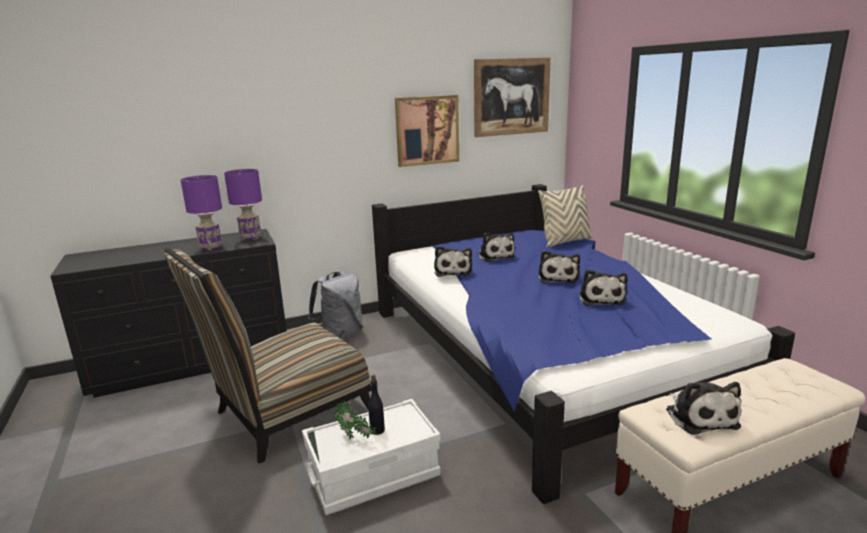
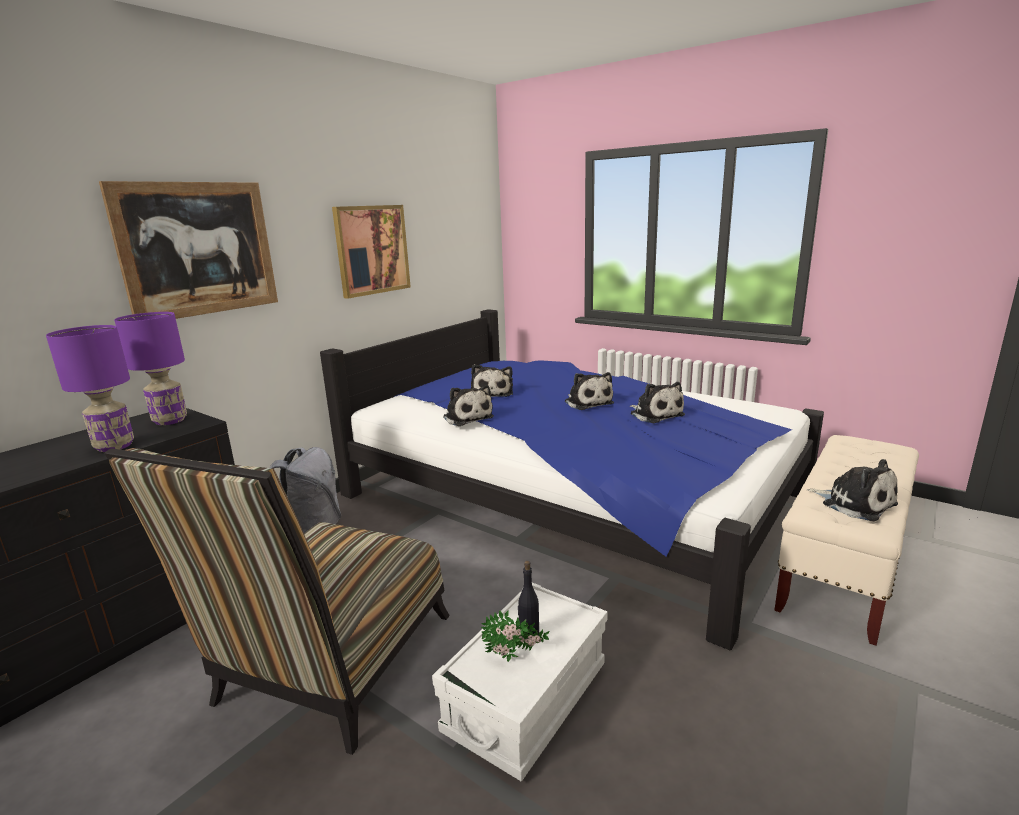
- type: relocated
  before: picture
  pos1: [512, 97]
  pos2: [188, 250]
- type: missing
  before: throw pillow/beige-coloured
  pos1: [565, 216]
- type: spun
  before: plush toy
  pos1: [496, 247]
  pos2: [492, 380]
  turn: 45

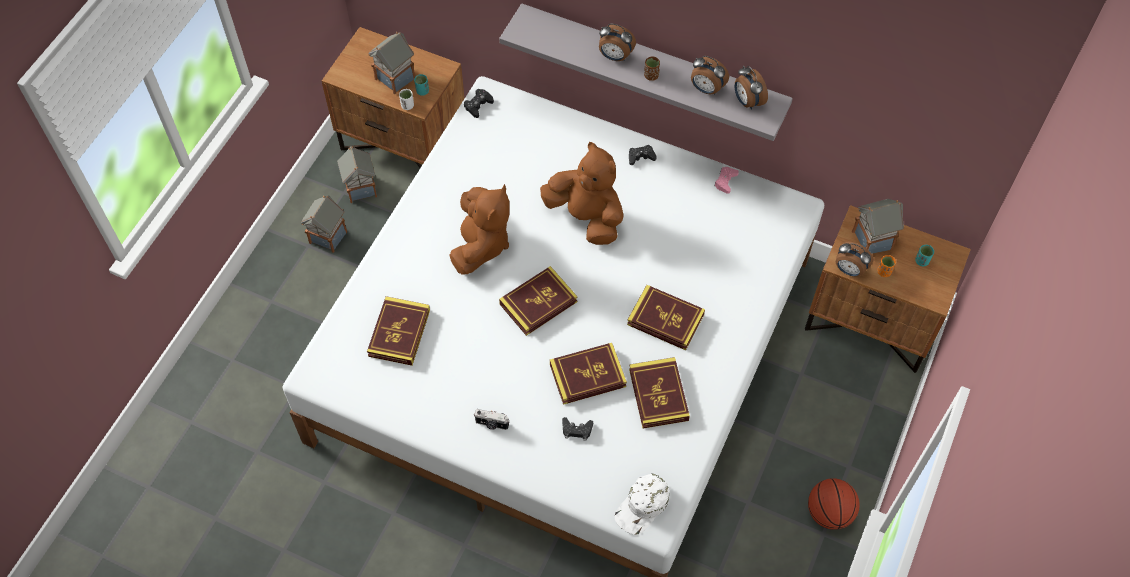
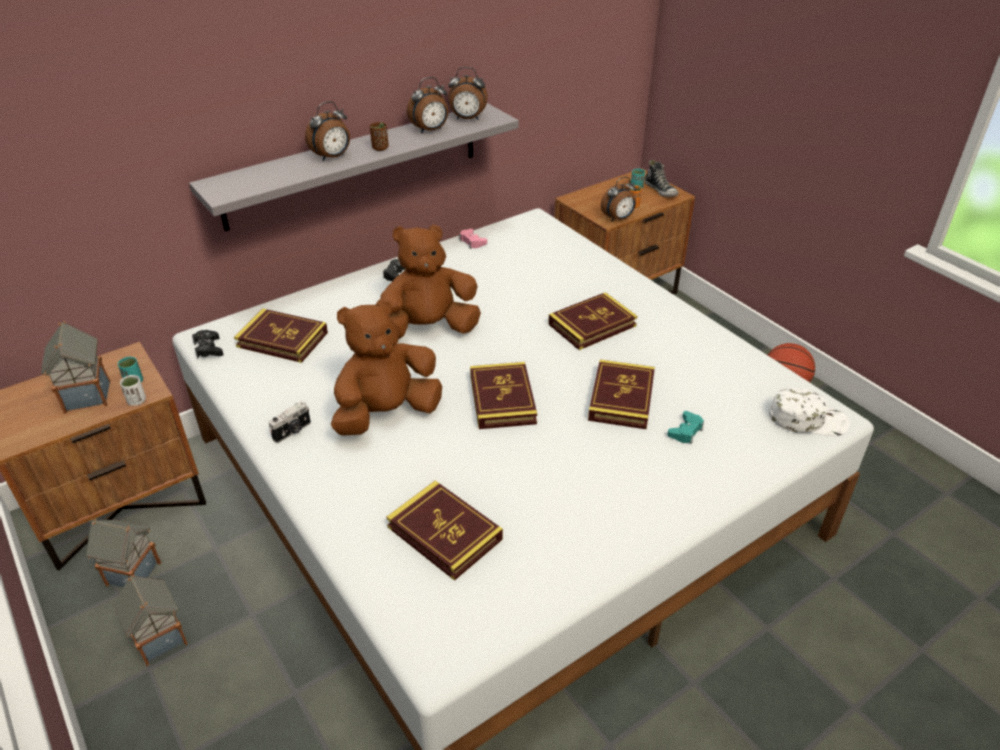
- type: spun
  before: plush toy/brownish
  pos1: [479, 229]
  pos2: [386, 367]
  turn: -75
- type: missing
  before: miniature house
  pos1: [878, 226]
- type: relocated
  before: bound book
  pos1: [659, 392]
  pos2: [281, 336]
- type: relocated
  before: still camera
  pos1: [492, 419]
  pos2: [290, 422]
- type: colour
  before: game controller/blackish
  after: game controller/turquoise-coloured
  pos1: [577, 429]
  pos2: [685, 427]
- type: spun
  before: cap/white
  pos1: [642, 504]
  pos2: [809, 411]
  turn: -60
- type: appeared
  after: shoe
  pos2: [662, 178]

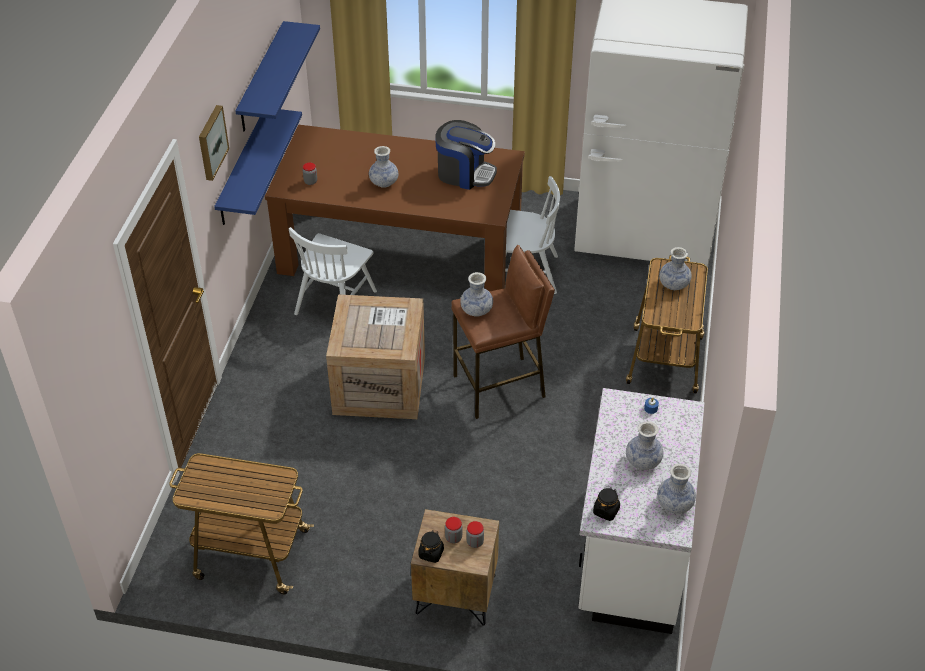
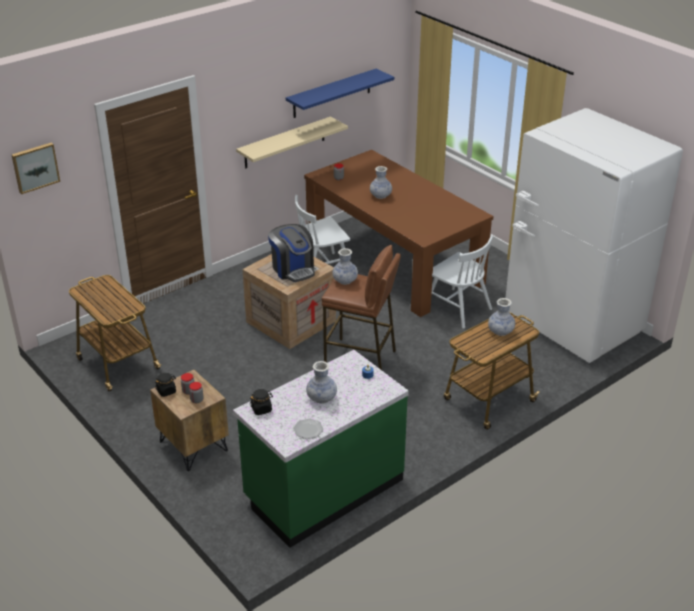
- type: relocated
  before: picture
  pos1: [214, 143]
  pos2: [35, 168]
- type: colour
  before: bracket shelf/blue-coloured
  after: bracket shelf/beige-coloured
  pos1: [258, 167]
  pos2: [292, 142]
- type: relocated
  before: coffee machine
  pos1: [466, 155]
  pos2: [291, 253]
- type: colour
  before: counter/white
  after: counter/green
  pos1: [641, 511]
  pos2: [321, 449]
- type: exchanged
  before: vase
  after: dinner plate
  pos1: [676, 489]
  pos2: [308, 429]

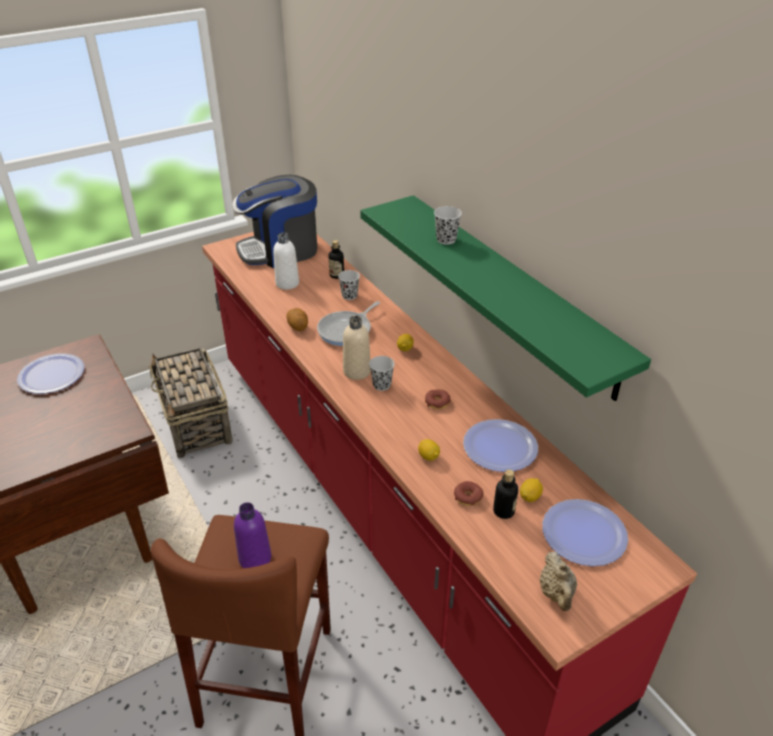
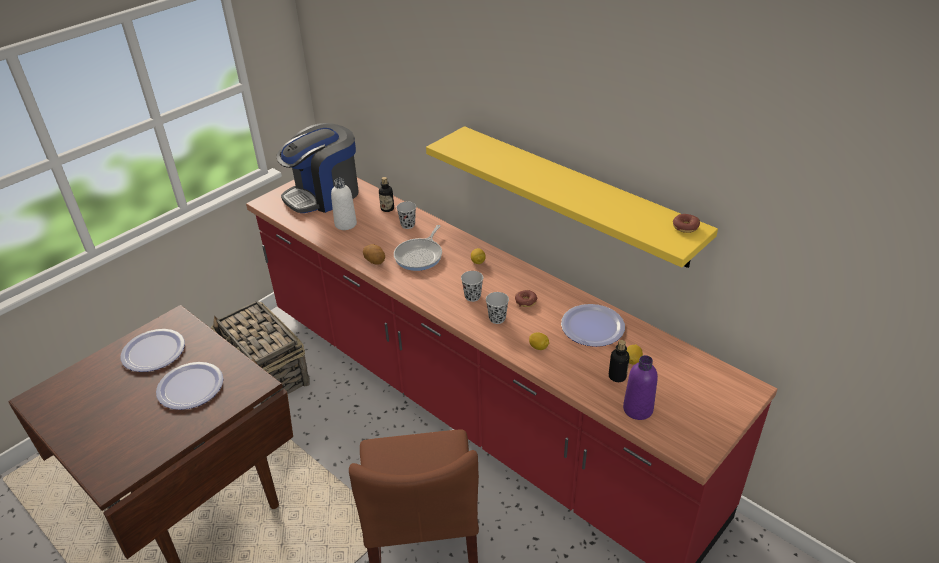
- type: colour
  before: bracket shelf/green
  after: bracket shelf/yellow-coloured
  pos1: [505, 298]
  pos2: [572, 197]
- type: relocated
  before: cup/blackish
  pos1: [448, 225]
  pos2: [497, 308]
- type: missing
  before: beverage bottle/beige-coloured
  pos1: [357, 348]
- type: relocated
  before: doughnut
  pos1: [468, 493]
  pos2: [686, 223]
- type: relocated
  before: dinner plate
  pos1: [585, 532]
  pos2: [189, 386]
- type: relocated
  before: beverage bottle/purple-coloured
  pos1: [252, 535]
  pos2: [640, 387]
- type: missing
  before: pot for tea/beige-coloured
  pos1: [558, 581]

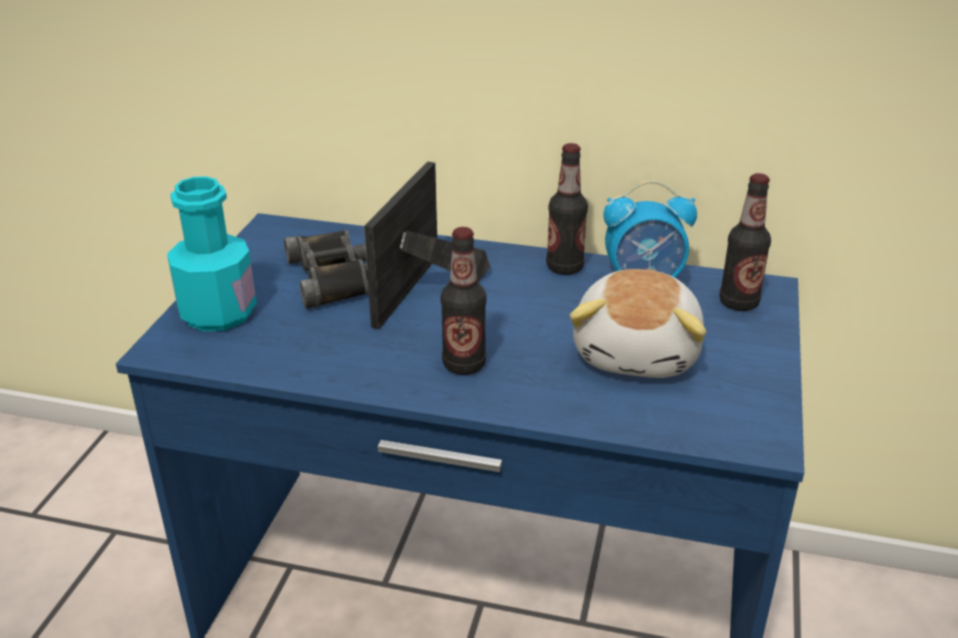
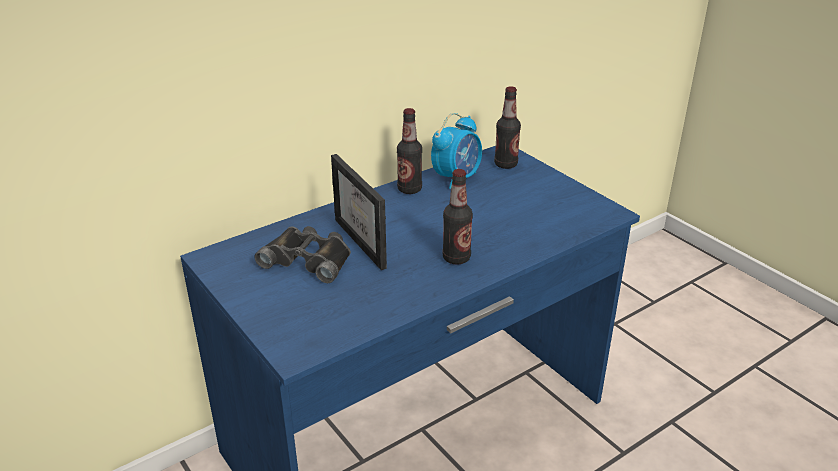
- type: missing
  before: beverage bottle/turquoise-coloured
  pos1: [212, 253]
- type: missing
  before: plush toy
  pos1: [638, 323]

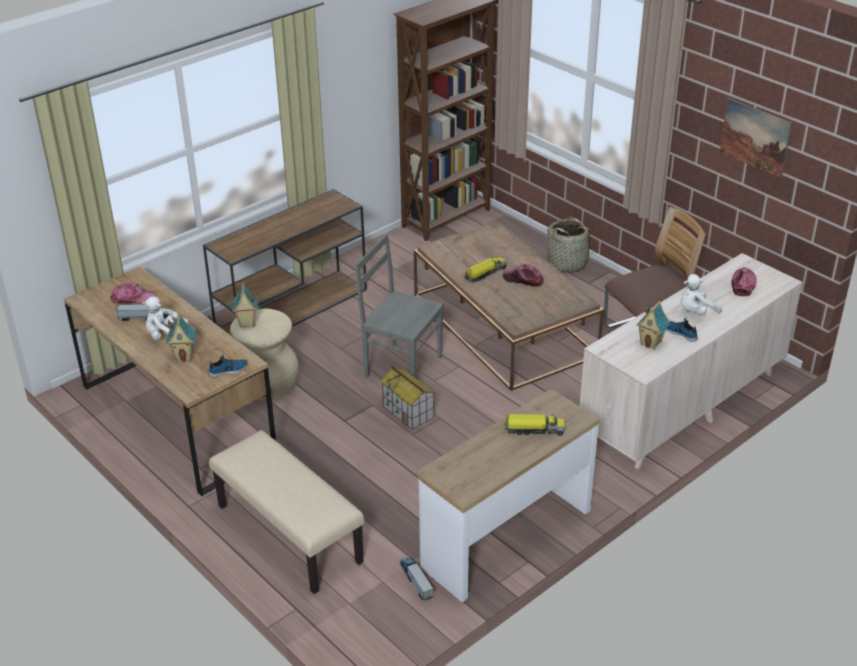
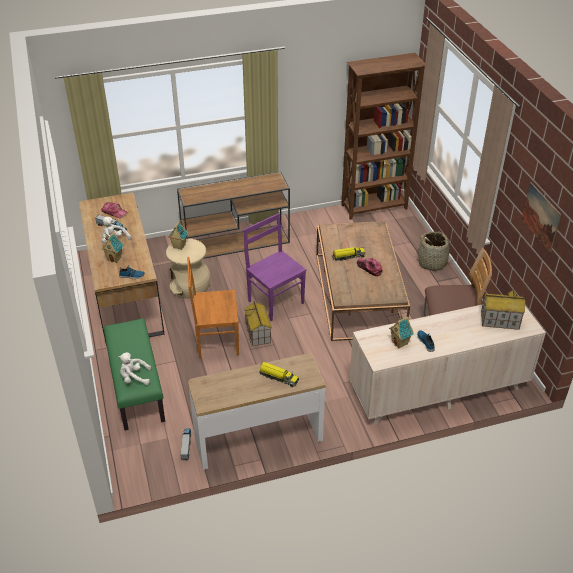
- type: colour
  before: plain chair/greyish
  after: plain chair/purple-coloured
  pos1: [399, 306]
  pos2: [275, 267]
- type: exchanged
  before: cap
  after: miniature house
  pos1: [743, 281]
  pos2: [503, 310]
- type: relocated
  before: plush toy/white
  pos1: [701, 294]
  pos2: [134, 368]
- type: colour
  before: bench/beige-coloured
  after: bench/green
  pos1: [286, 512]
  pos2: [134, 374]
- type: appeared
  after: plain chair/brownish
  pos2: [213, 308]

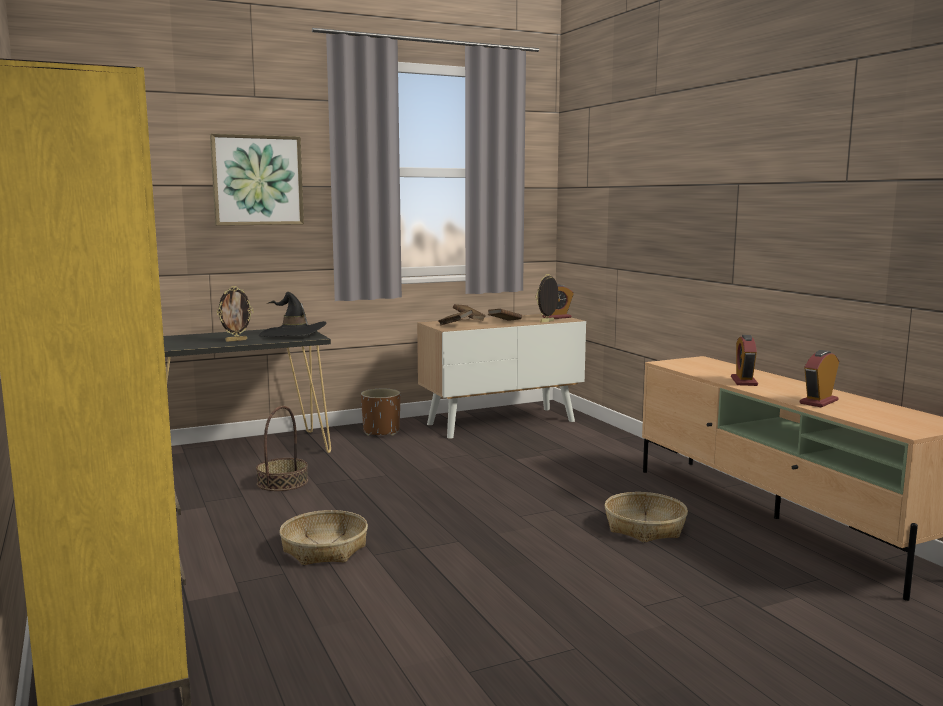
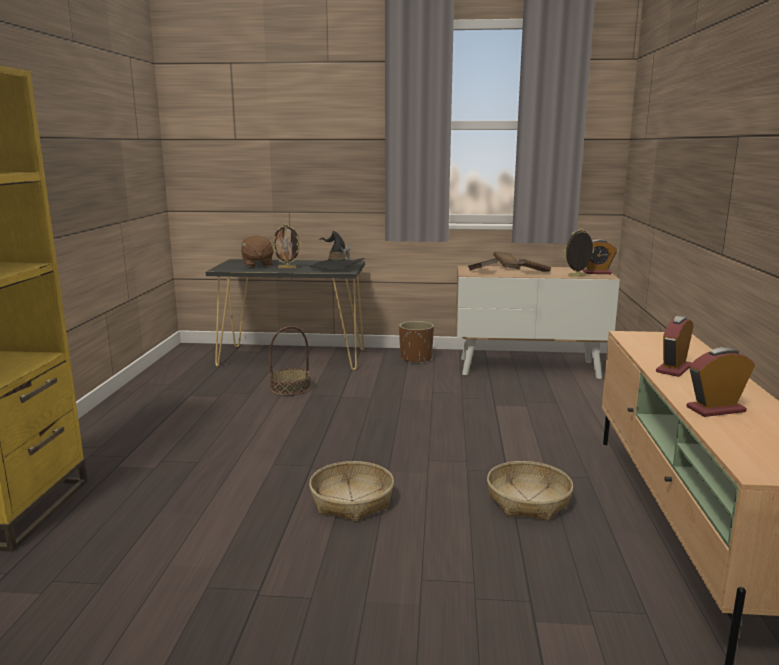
- type: missing
  before: picture
  pos1: [257, 180]
- type: relocated
  before: storage basket
  pos1: [324, 537]
  pos2: [351, 491]
- type: appeared
  after: plush toy/brownish
  pos2: [257, 251]

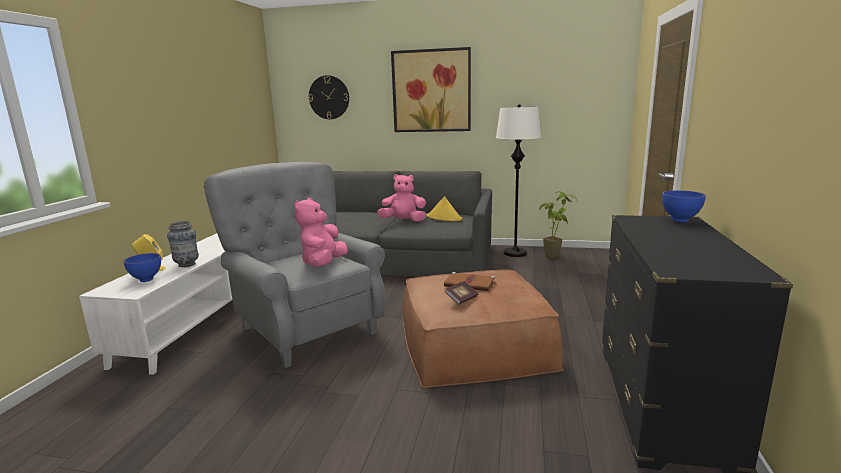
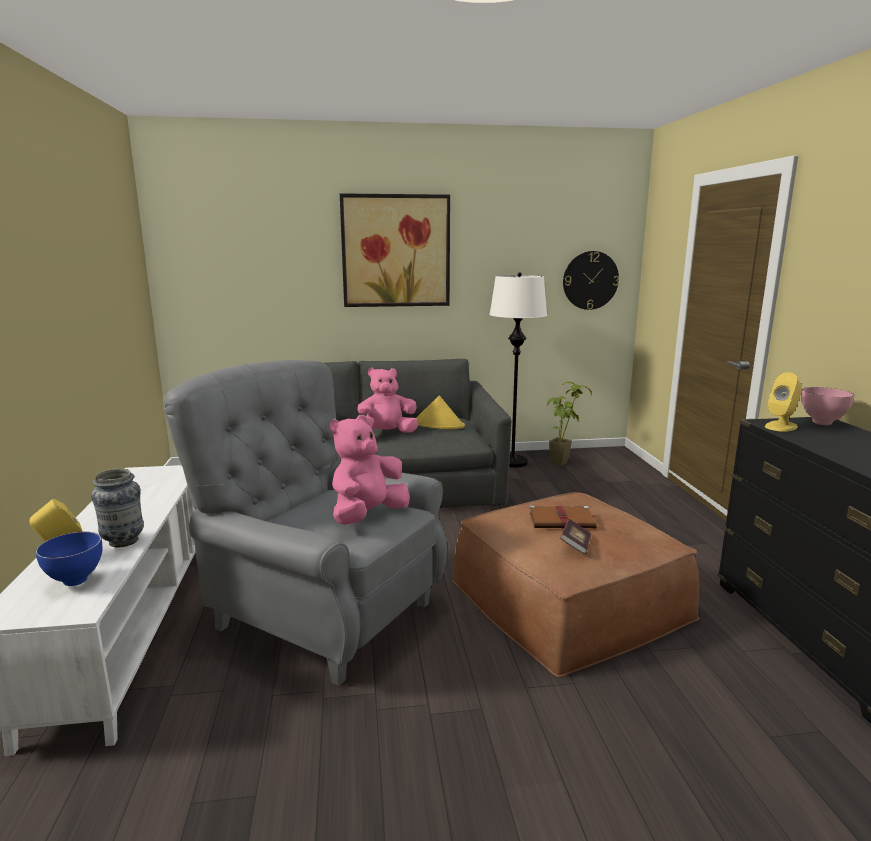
- type: relocated
  before: wall clock
  pos1: [328, 97]
  pos2: [591, 280]
- type: colour
  before: bowl/blue-coloured
  after: bowl/pink-coloured
  pos1: [684, 206]
  pos2: [828, 406]
- type: spun
  before: plush toy/pink-coloured
  pos1: [321, 232]
  pos2: [370, 470]
  turn: 45
- type: appeared
  after: audio speaker/yellow-coloured
  pos2: [783, 402]

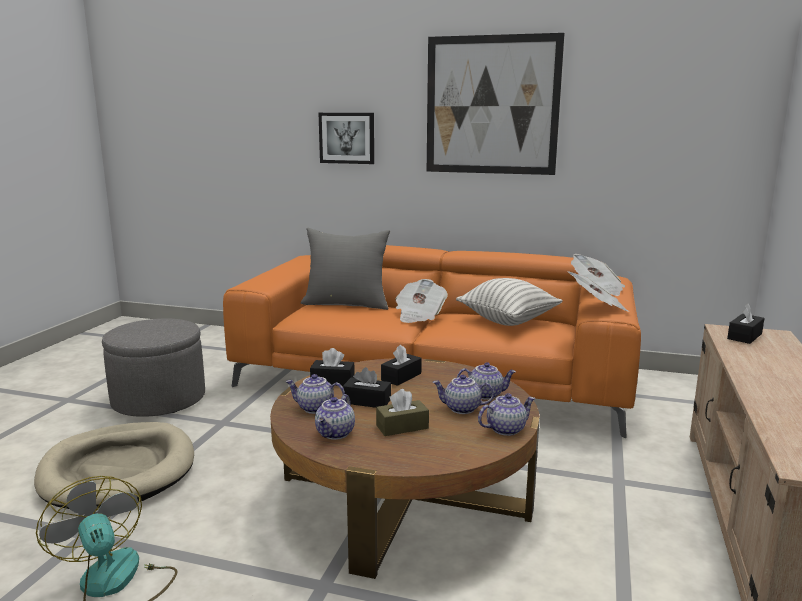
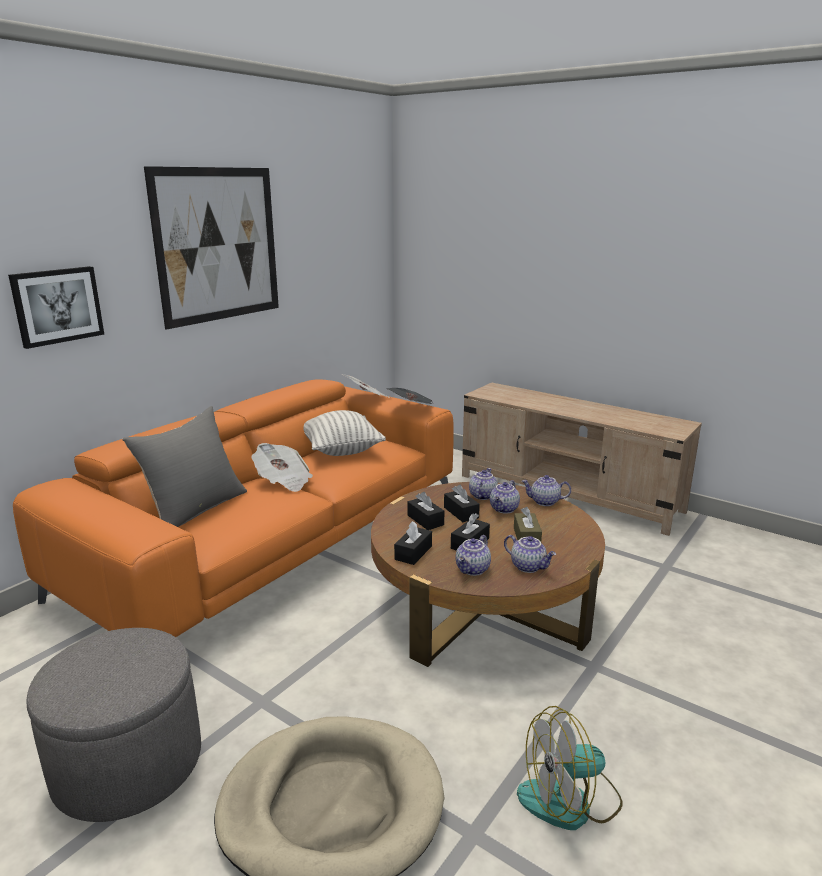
- type: relocated
  before: tissue box/blackish
  pos1: [745, 324]
  pos2: [462, 503]
- type: spun
  before: pot for tea
  pos1: [506, 414]
  pos2: [546, 490]
  turn: -75

